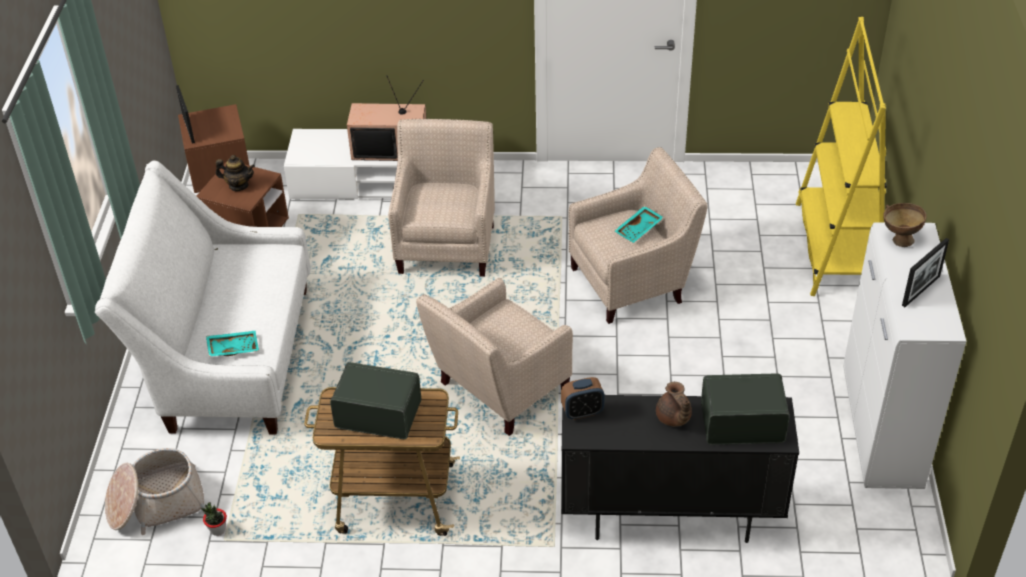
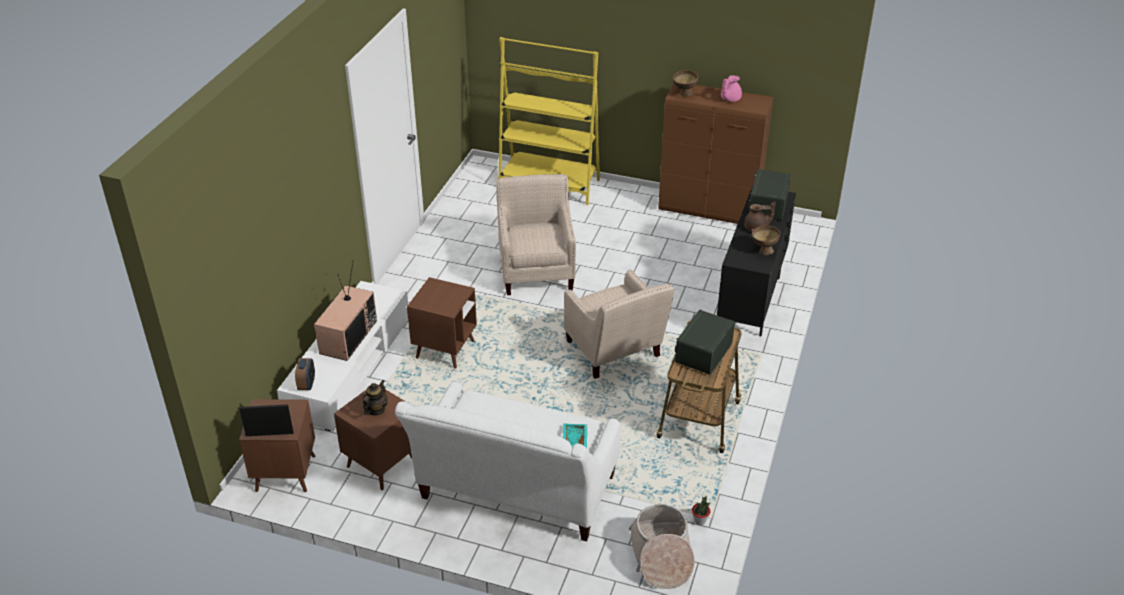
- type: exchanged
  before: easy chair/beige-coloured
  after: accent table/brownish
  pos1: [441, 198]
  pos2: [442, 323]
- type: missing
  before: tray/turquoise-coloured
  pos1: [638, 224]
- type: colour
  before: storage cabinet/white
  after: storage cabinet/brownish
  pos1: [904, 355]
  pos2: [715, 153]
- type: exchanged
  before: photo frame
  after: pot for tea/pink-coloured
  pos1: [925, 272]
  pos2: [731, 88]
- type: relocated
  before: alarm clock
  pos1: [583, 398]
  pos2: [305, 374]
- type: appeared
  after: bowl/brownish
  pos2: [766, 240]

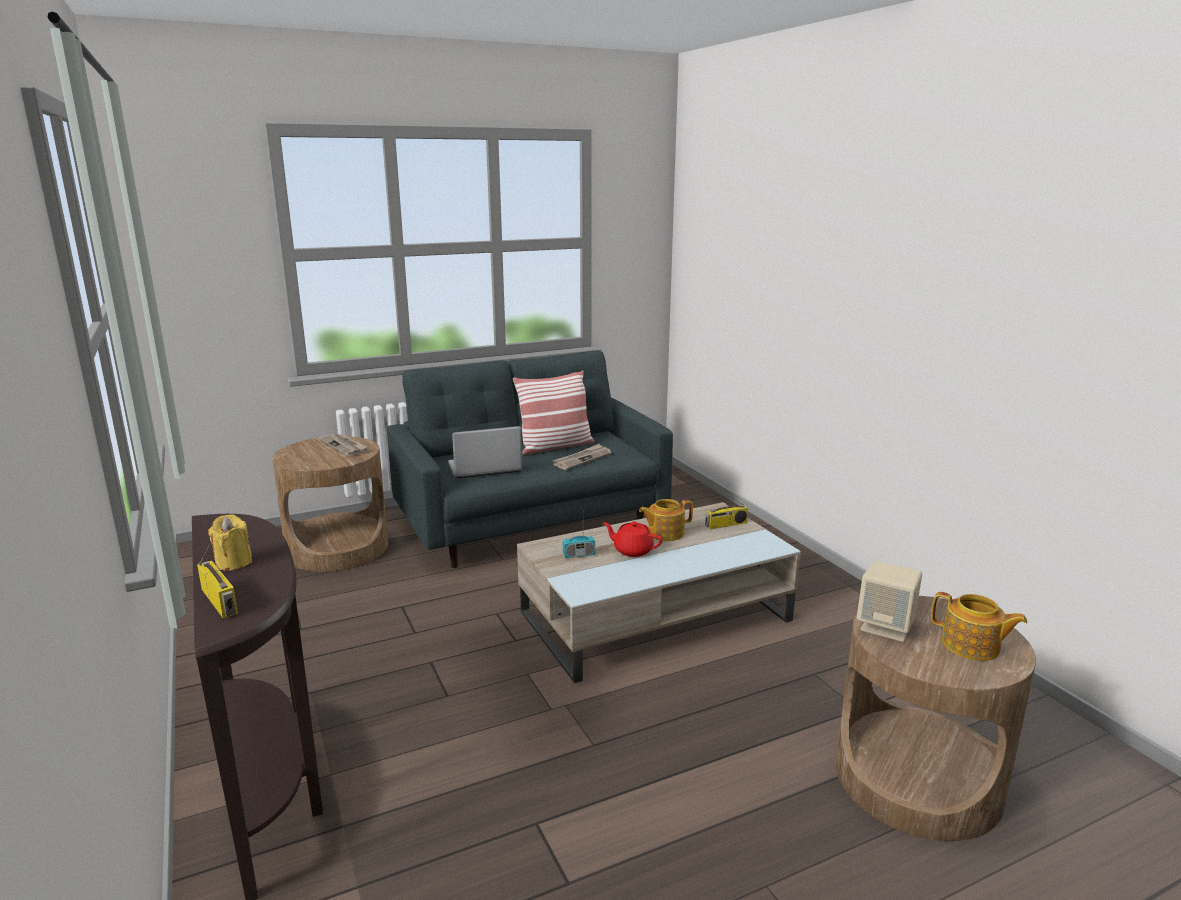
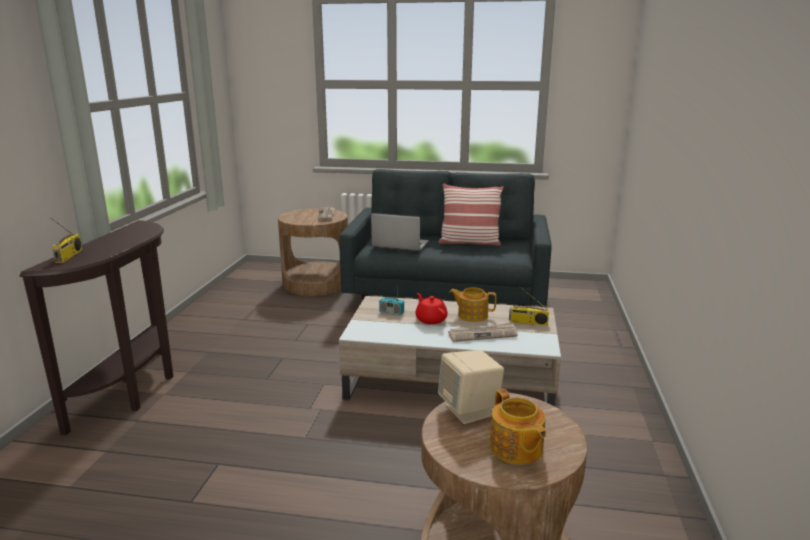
- type: relocated
  before: newspaper
  pos1: [582, 457]
  pos2: [483, 332]
- type: missing
  before: candle/yellow-coloured
  pos1: [230, 542]

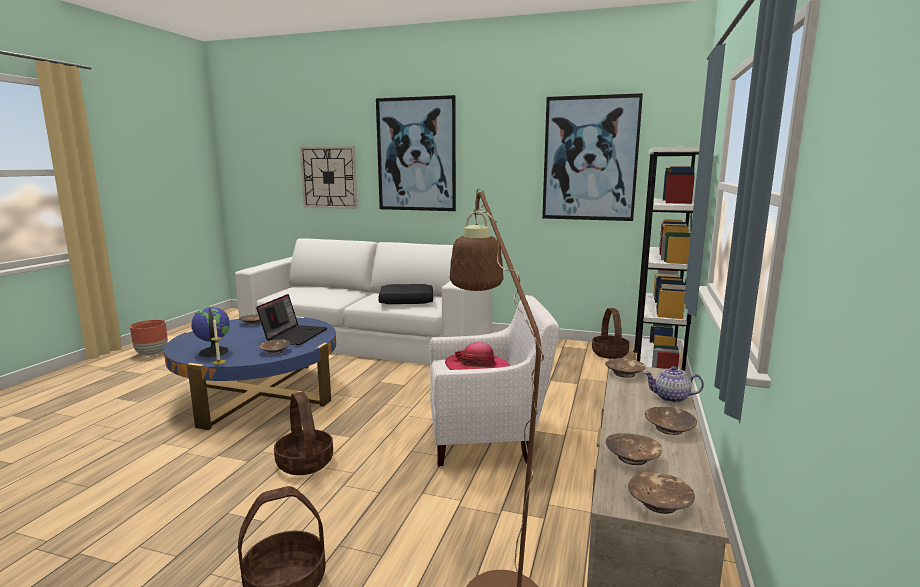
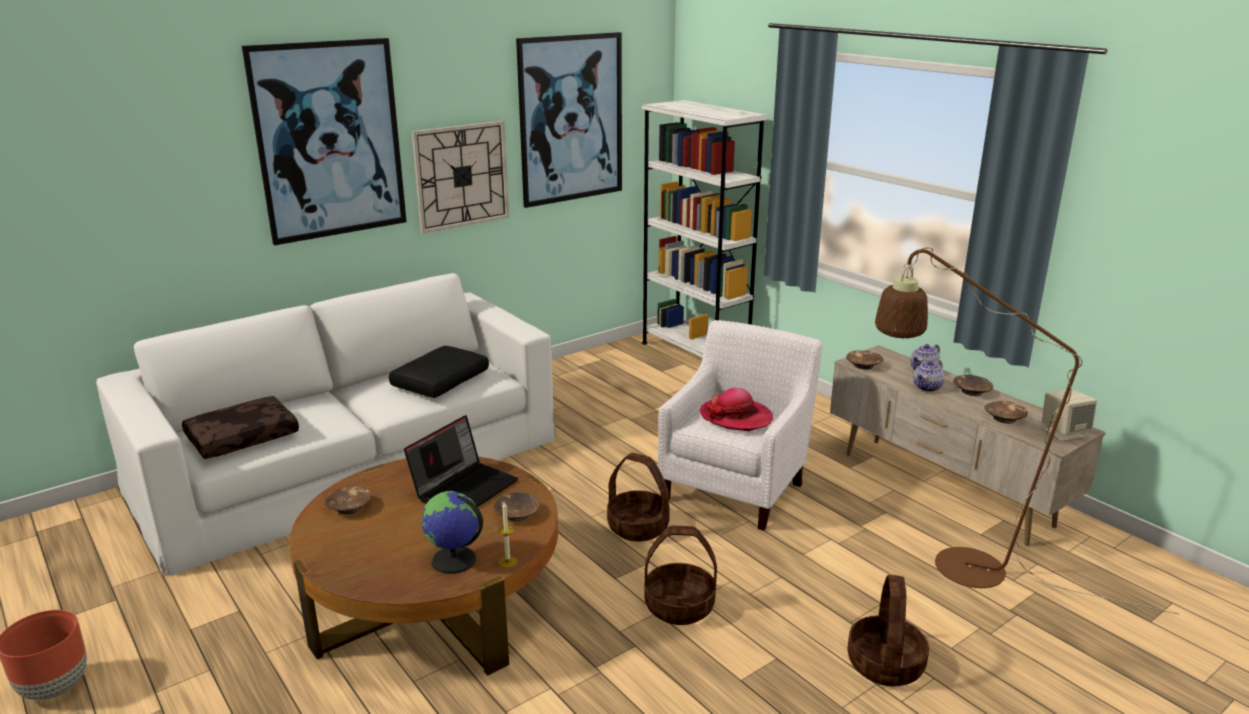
- type: relocated
  before: wall clock
  pos1: [329, 177]
  pos2: [460, 177]
- type: spun
  before: notebook computer
  pos1: [291, 319]
  pos2: [461, 461]
  turn: 75
- type: relocated
  before: storage basket
  pos1: [611, 333]
  pos2: [638, 497]
- type: colour
  before: coffee table/blue-coloured
  after: coffee table/brownish
  pos1: [250, 373]
  pos2: [423, 566]
- type: exchanged
  before: bowl/brownish
  after: audio speaker/beige-coloured
  pos1: [661, 493]
  pos2: [1069, 415]
- type: appeared
  after: pot for tea
  pos2: [929, 376]
- type: appeared
  after: throw pillow/brownish
  pos2: [240, 427]

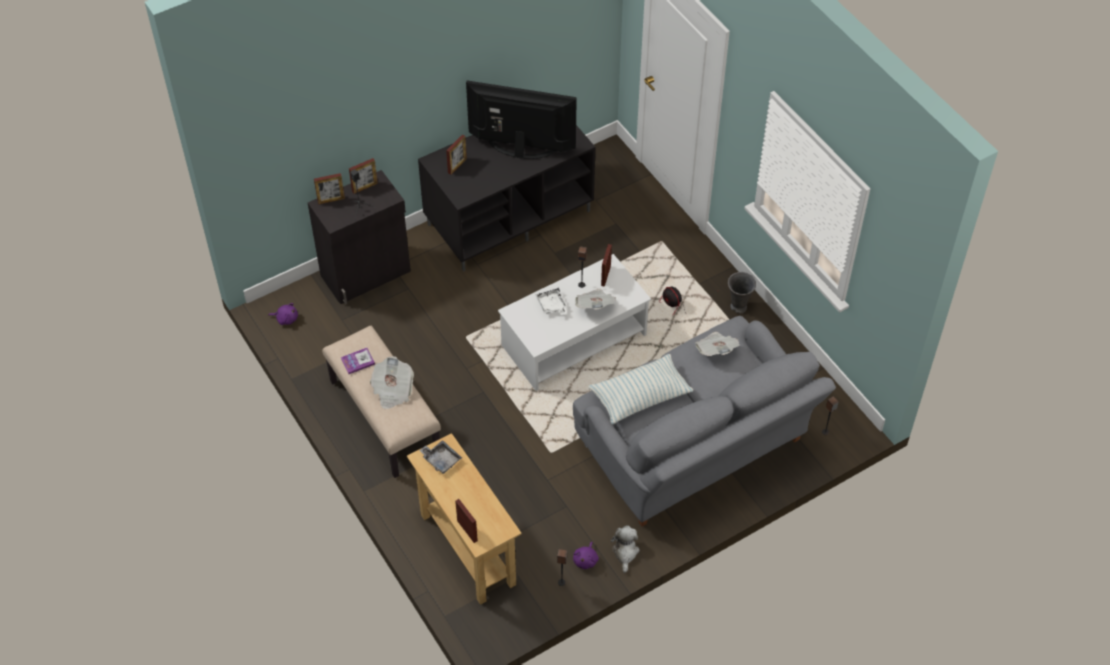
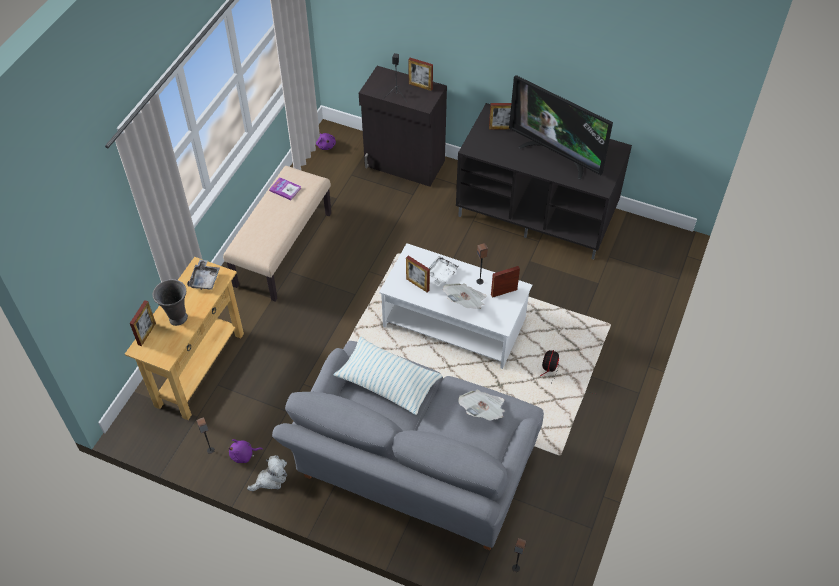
- type: spun
  before: TV
  pos1: [521, 120]
  pos2: [561, 127]
  turn: 150
- type: relocated
  before: photo frame
  pos1: [329, 189]
  pos2: [418, 274]
- type: relocated
  before: vase/greyish
  pos1: [742, 293]
  pos2: [170, 302]
- type: missing
  before: newspaper
  pos1: [392, 382]

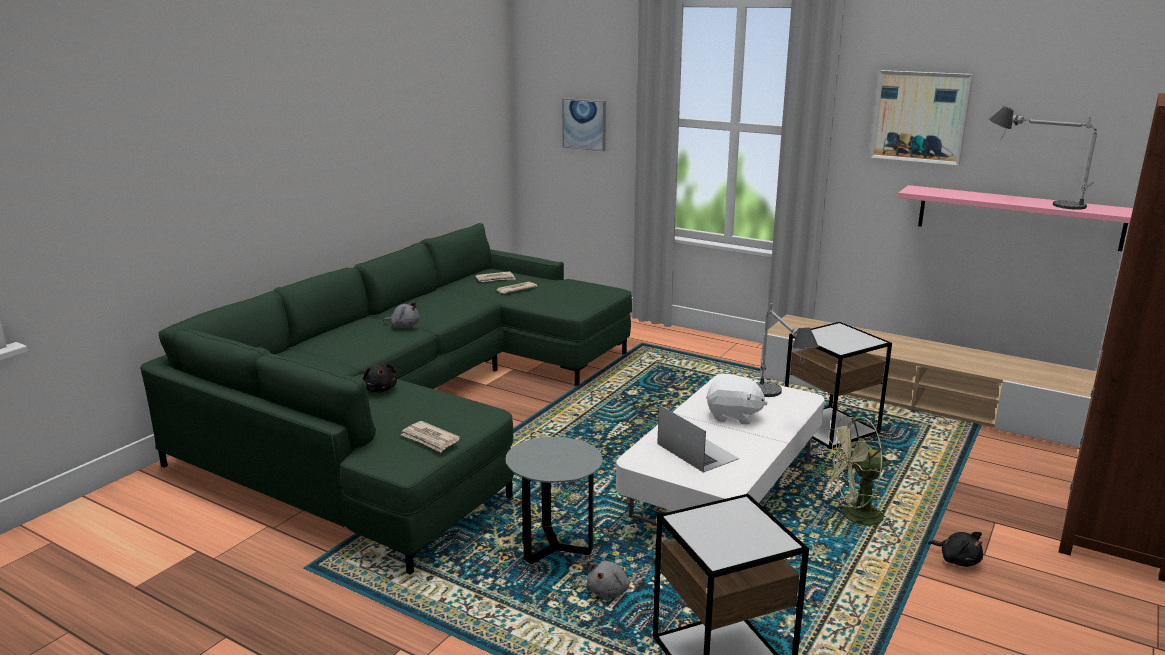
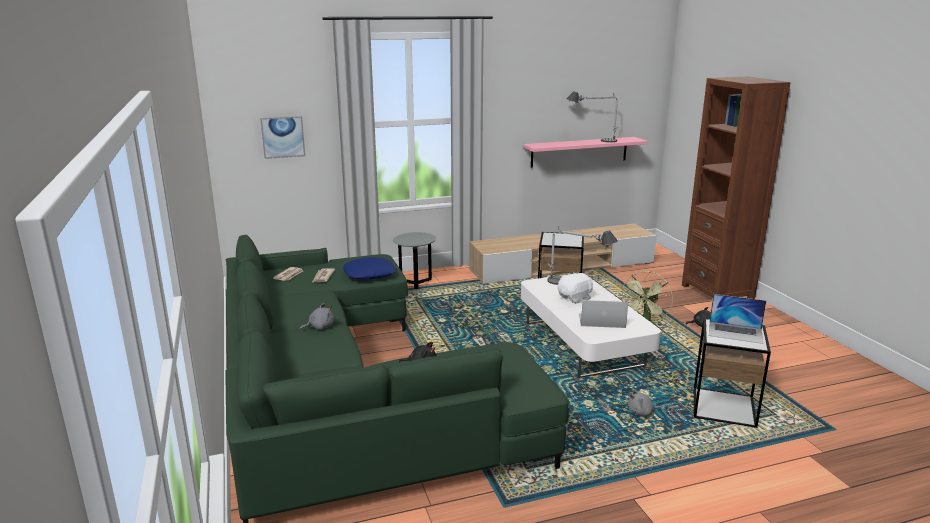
- type: missing
  before: picture
  pos1: [921, 118]
- type: missing
  before: newspaper
  pos1: [430, 437]
- type: relocated
  before: accent table/greyish
  pos1: [554, 500]
  pos2: [414, 260]
- type: spun
  before: plush toy/greyish
  pos1: [608, 579]
  pos2: [645, 402]
  turn: 105
- type: appeared
  after: throw pillow/blue-coloured
  pos2: [369, 268]
- type: appeared
  after: notebook computer
  pos2: [737, 319]

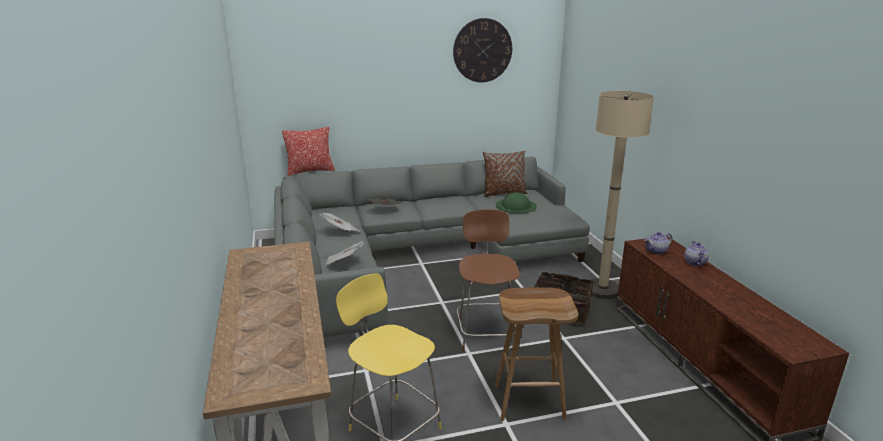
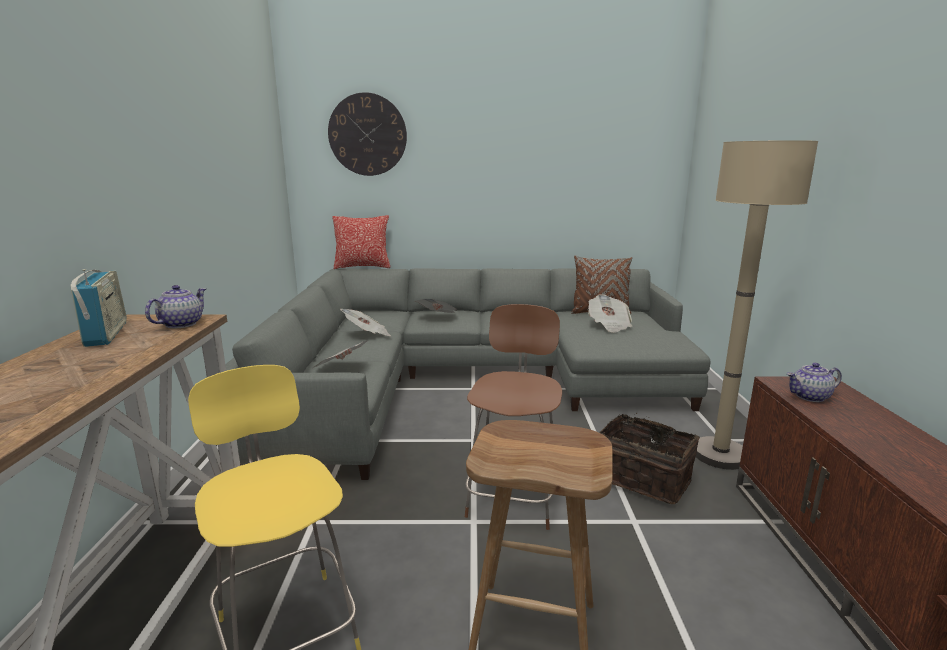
- type: relocated
  before: wall clock
  pos1: [482, 50]
  pos2: [367, 134]
- type: exchanged
  before: clothing hat/green
  after: newspaper
  pos1: [516, 202]
  pos2: [610, 313]
- type: relocated
  before: pot for tea
  pos1: [696, 253]
  pos2: [175, 306]
- type: appeared
  after: radio
  pos2: [99, 308]

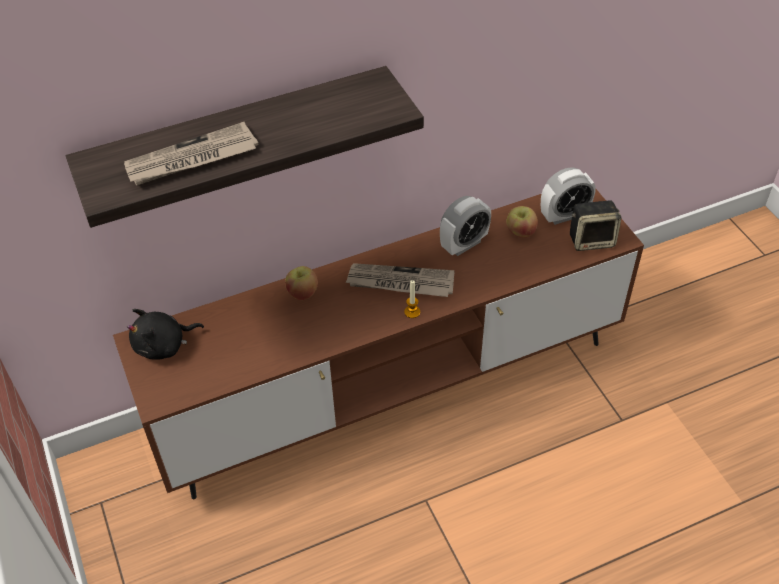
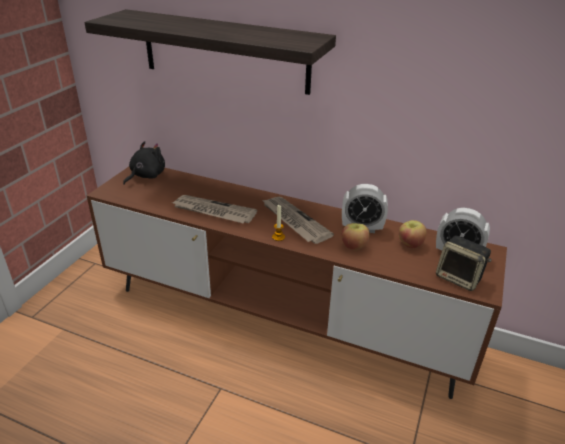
- type: relocated
  before: newspaper
  pos1: [191, 153]
  pos2: [215, 209]
- type: relocated
  before: apple fruit
  pos1: [301, 283]
  pos2: [355, 236]
- type: spun
  before: plush toy/blackish
  pos1: [165, 334]
  pos2: [144, 163]
  turn: 105

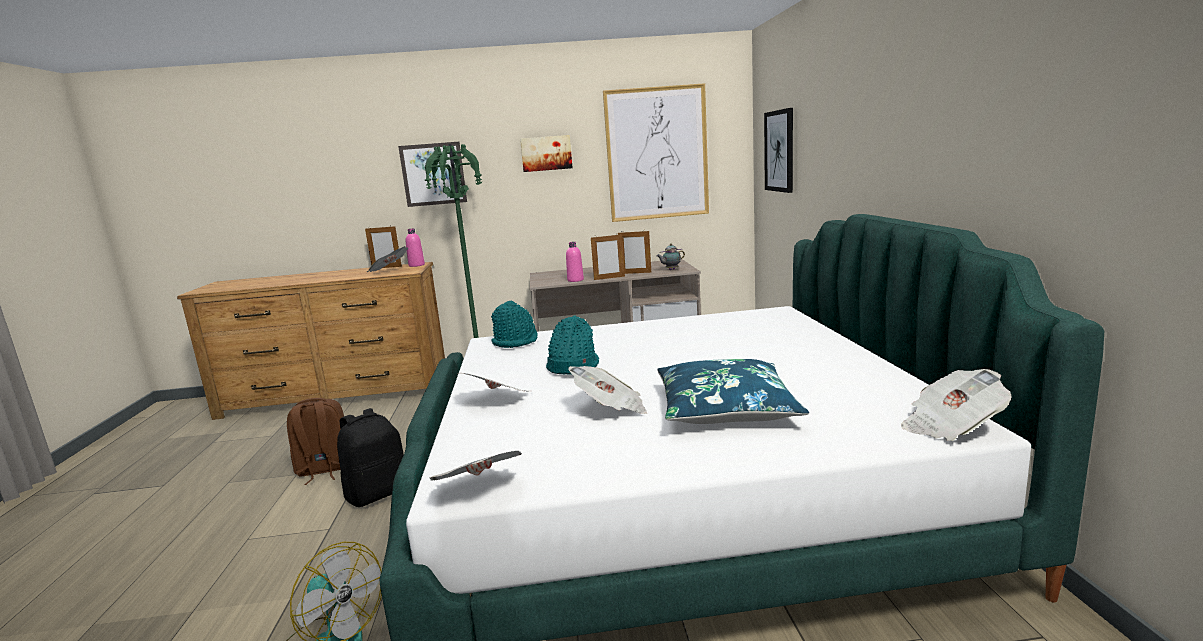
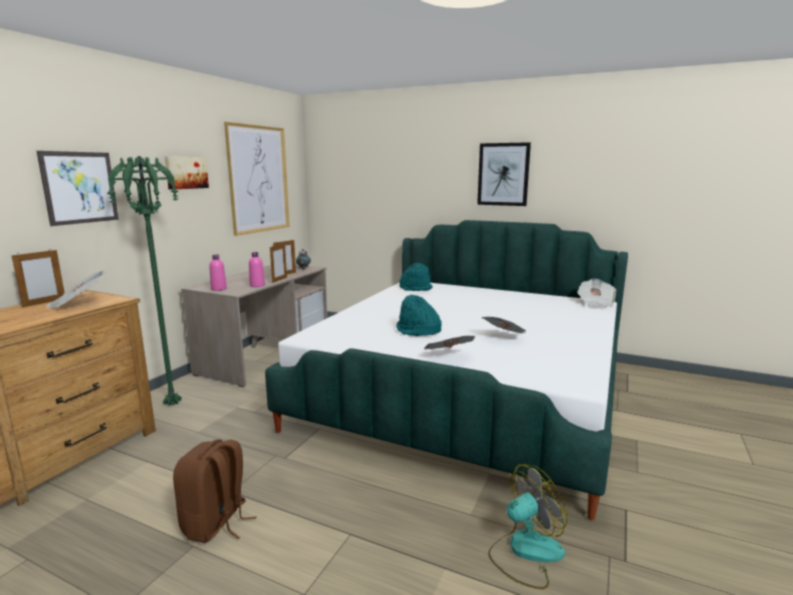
- type: relocated
  before: picture
  pos1: [778, 150]
  pos2: [504, 174]
- type: relocated
  before: beverage bottle/pink-coloured
  pos1: [415, 247]
  pos2: [218, 272]
- type: relocated
  before: clothing hat/turquoise-coloured
  pos1: [514, 324]
  pos2: [415, 277]
- type: missing
  before: throw pillow/blue-coloured
  pos1: [733, 391]
- type: missing
  before: backpack/blackish
  pos1: [370, 457]
- type: missing
  before: newspaper
  pos1: [475, 466]

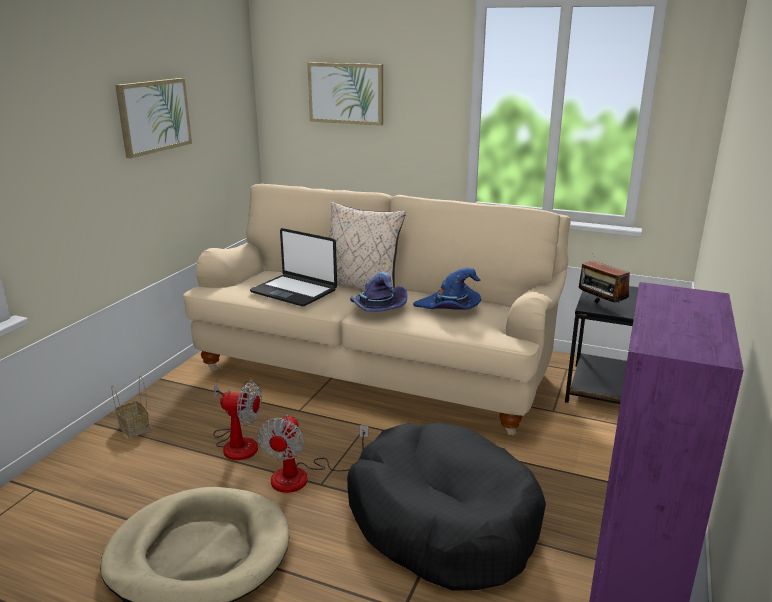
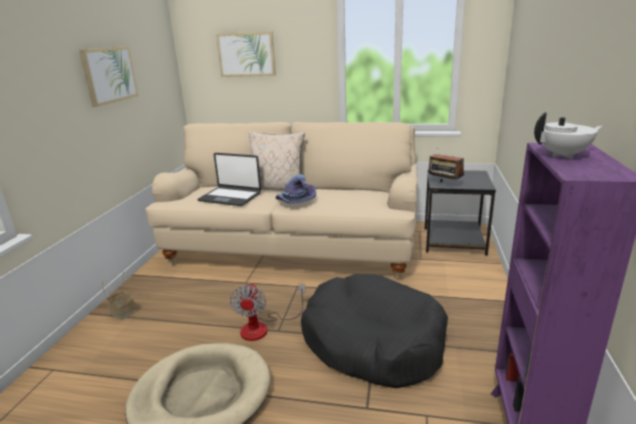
- type: missing
  before: clothing hat/blue-coloured
  pos1: [447, 289]
- type: missing
  before: electric fan
  pos1: [238, 421]
- type: appeared
  after: pot for tea/white
  pos2: [568, 135]

